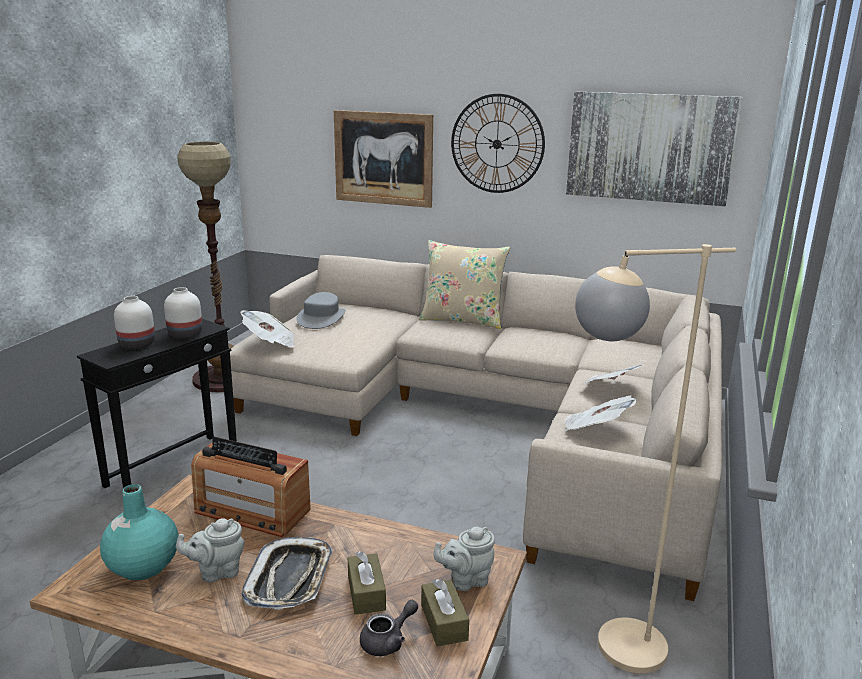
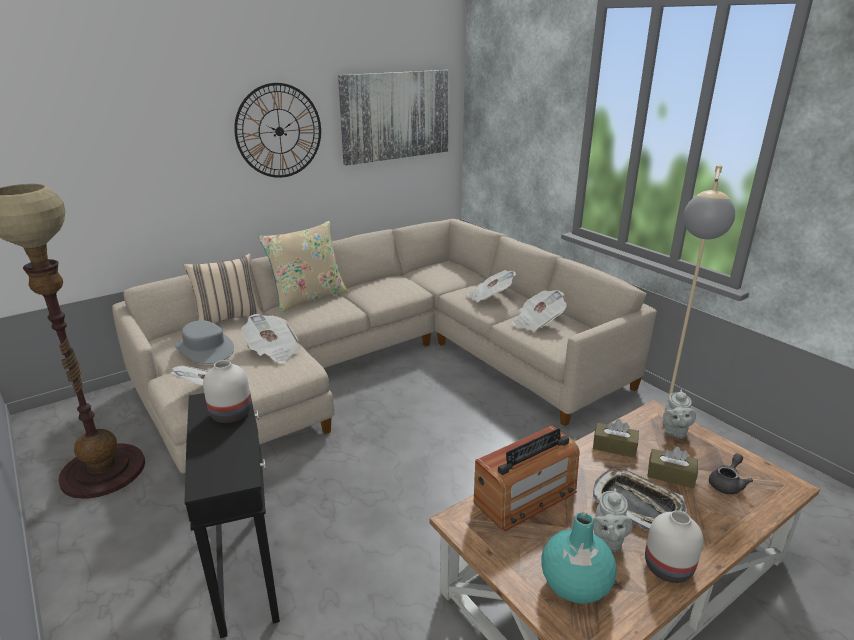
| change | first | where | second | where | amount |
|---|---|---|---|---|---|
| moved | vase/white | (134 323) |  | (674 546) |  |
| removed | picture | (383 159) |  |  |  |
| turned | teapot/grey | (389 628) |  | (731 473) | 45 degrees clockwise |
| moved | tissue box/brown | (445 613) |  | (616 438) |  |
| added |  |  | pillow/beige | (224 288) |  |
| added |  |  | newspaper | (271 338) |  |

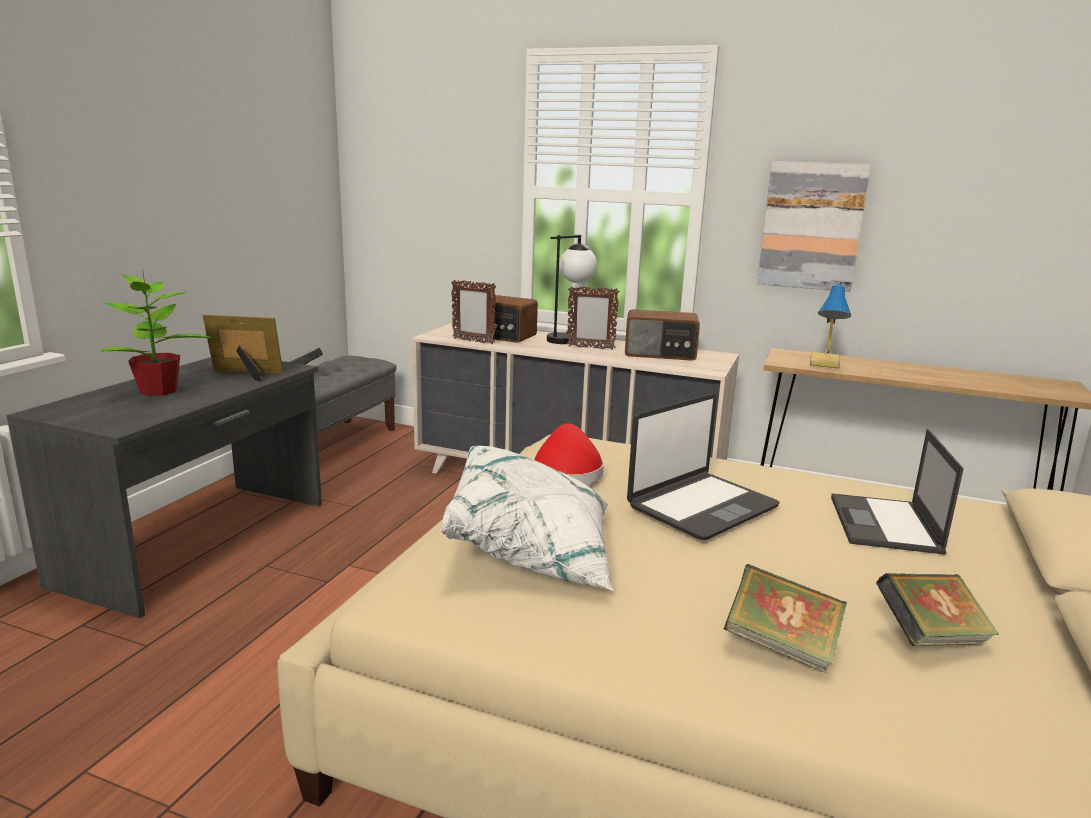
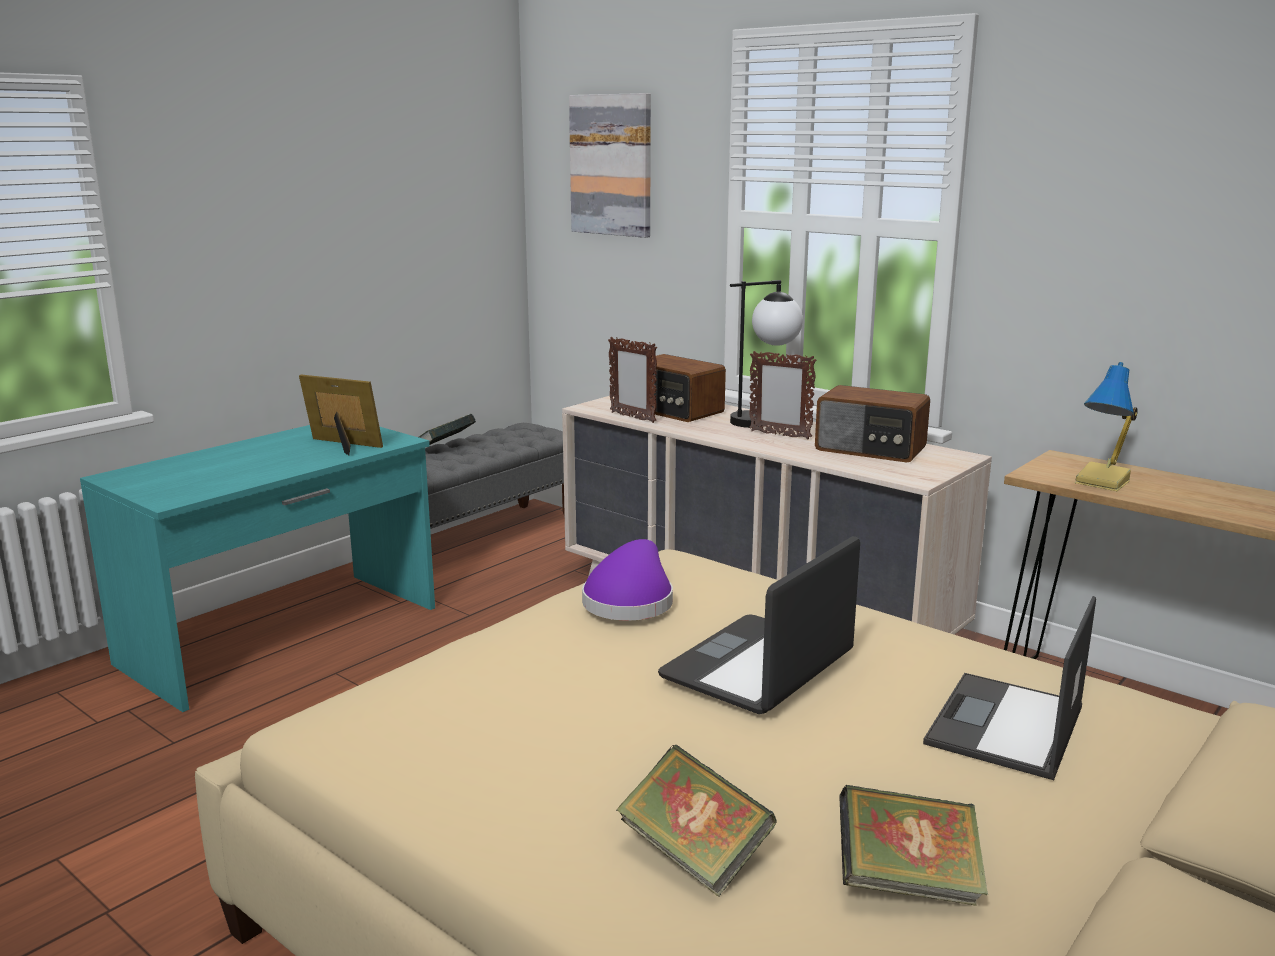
| change | first | where | second | where | amount |
|---|---|---|---|---|---|
| recoloured | desk/grey | (164 487) | desk/turquoise | (257 568) |  |
| removed | potted plant | (156 334) |  |  |  |
| removed | pillow/white | (526 518) |  |  |  |
| recoloured | hat/red | (568 453) | hat/purple | (627 580) |  |
| turned | laptop | (703 467) |  | (759 625) | 150 degrees clockwise |
| moved | picture | (814 226) |  | (610 165) |  |

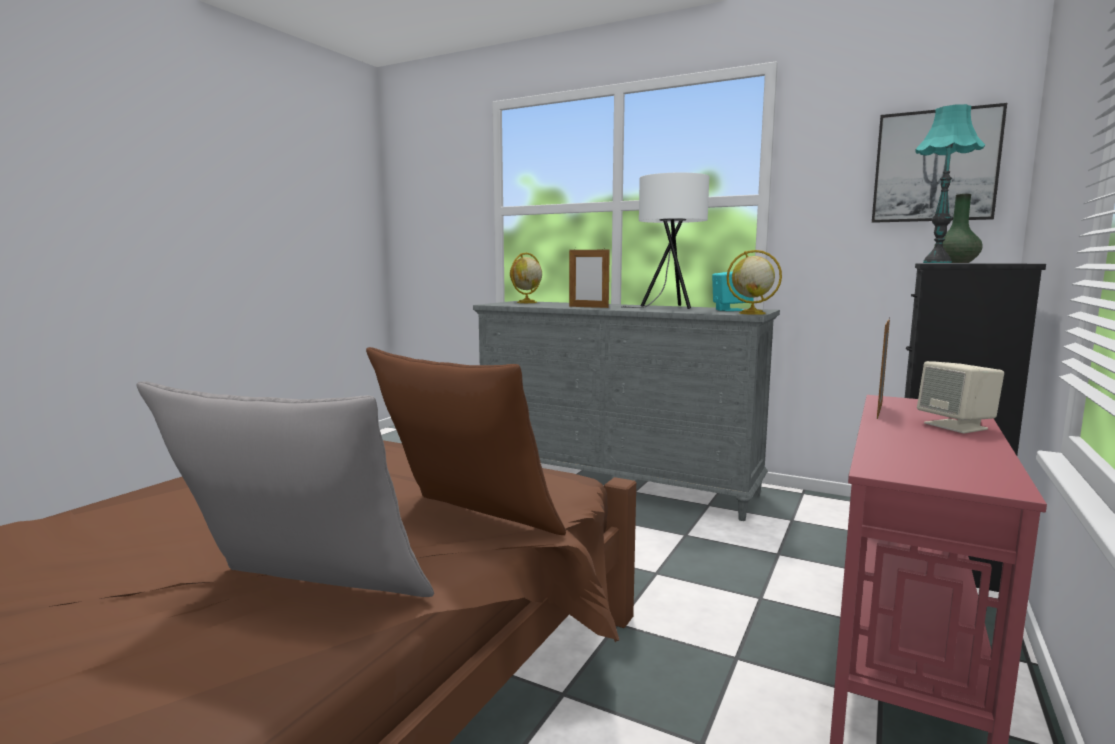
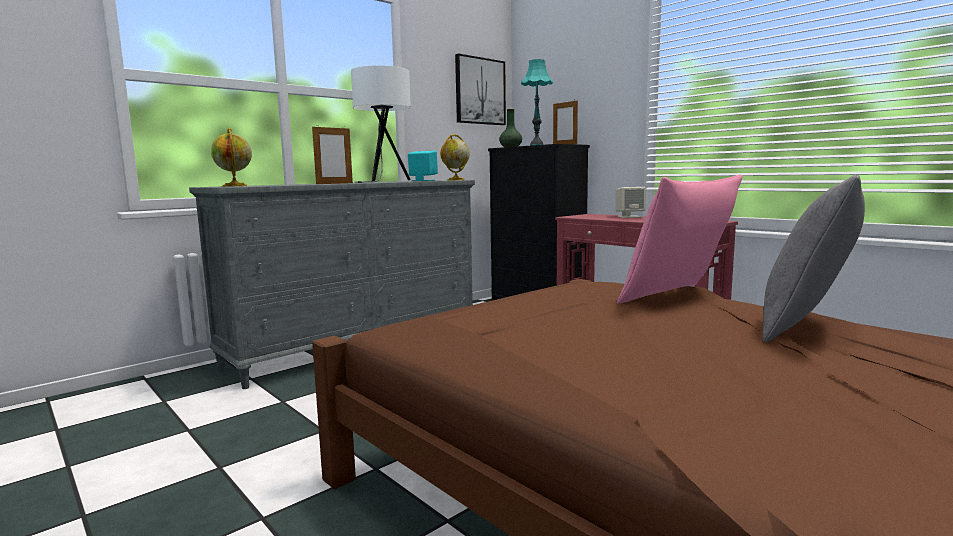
| change | first | where | second | where | amount |
|---|---|---|---|---|---|
| recoloured | pillow/brown | (466 441) | pillow/pink | (679 239) |  |
| moved | picture frame | (883 368) |  | (565 122) |  |

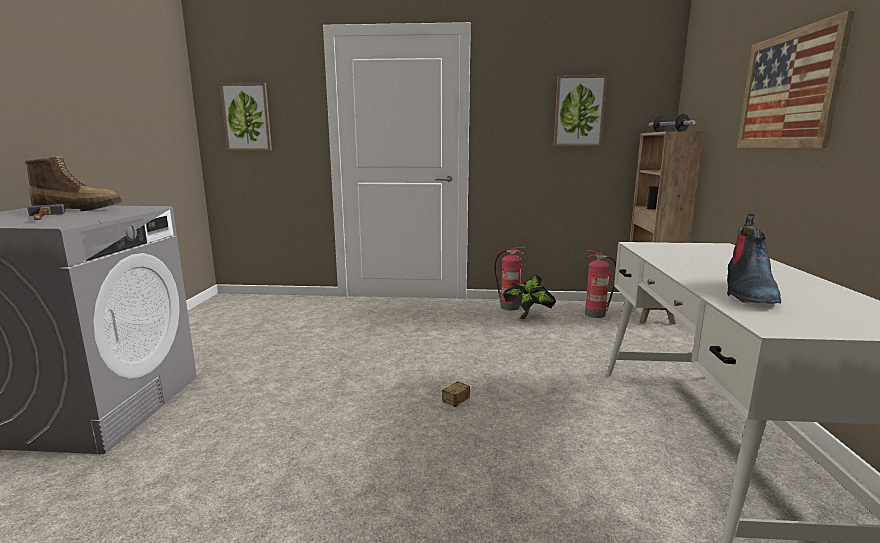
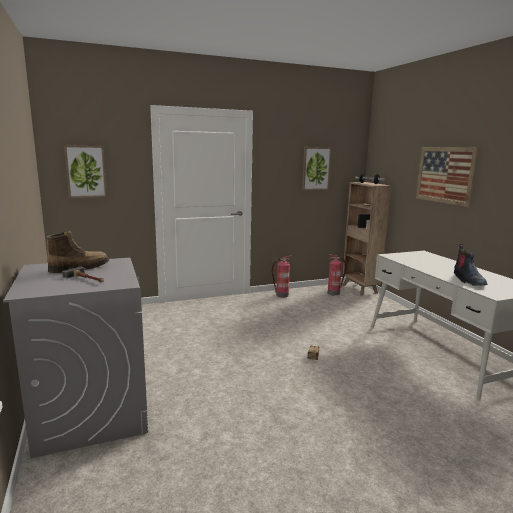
| change | first | where | second | where | amount |
|---|---|---|---|---|---|
| removed | potted plant | (529 297) |  |  |  |

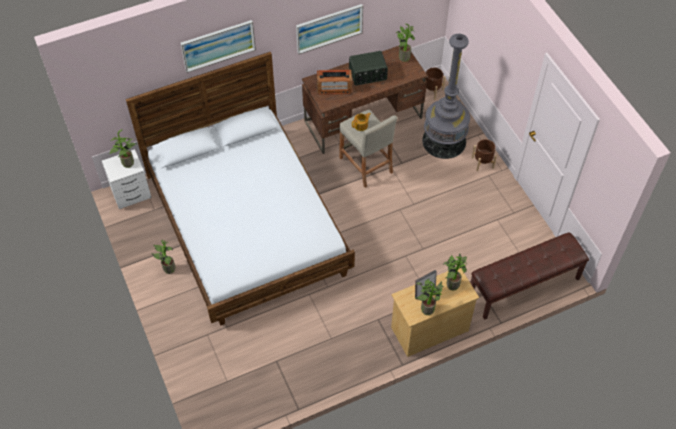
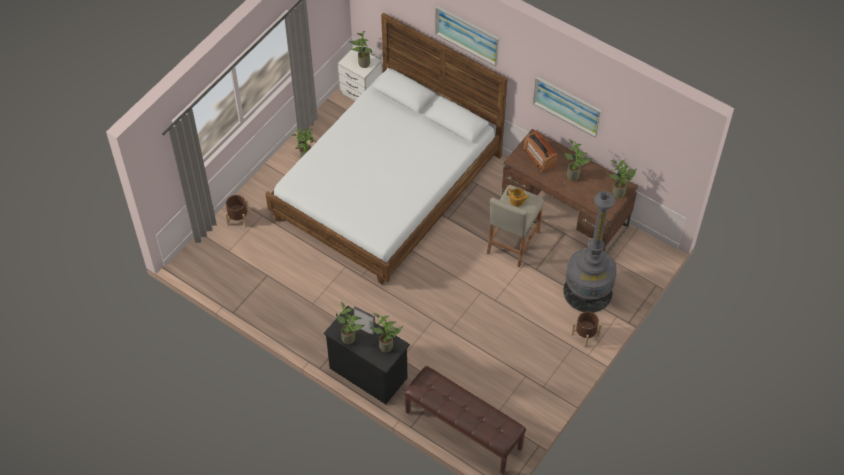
| change | first | where | second | where | amount |
|---|---|---|---|---|---|
| replaced | radio | (368 68) | potted plant | (578 160) |  |
| recoloured | dresser/beige | (435 312) | dresser/black | (367 355) |  |
| moved | planter/brown | (436 84) |  | (237 211) |  |

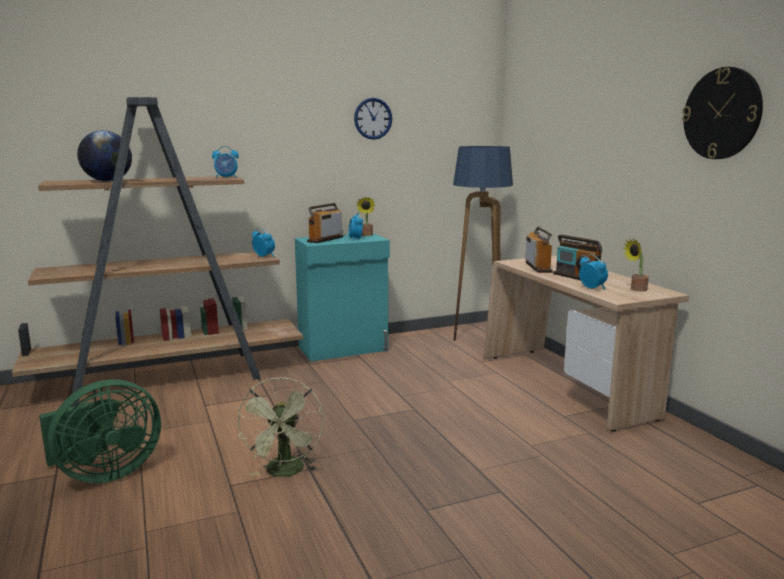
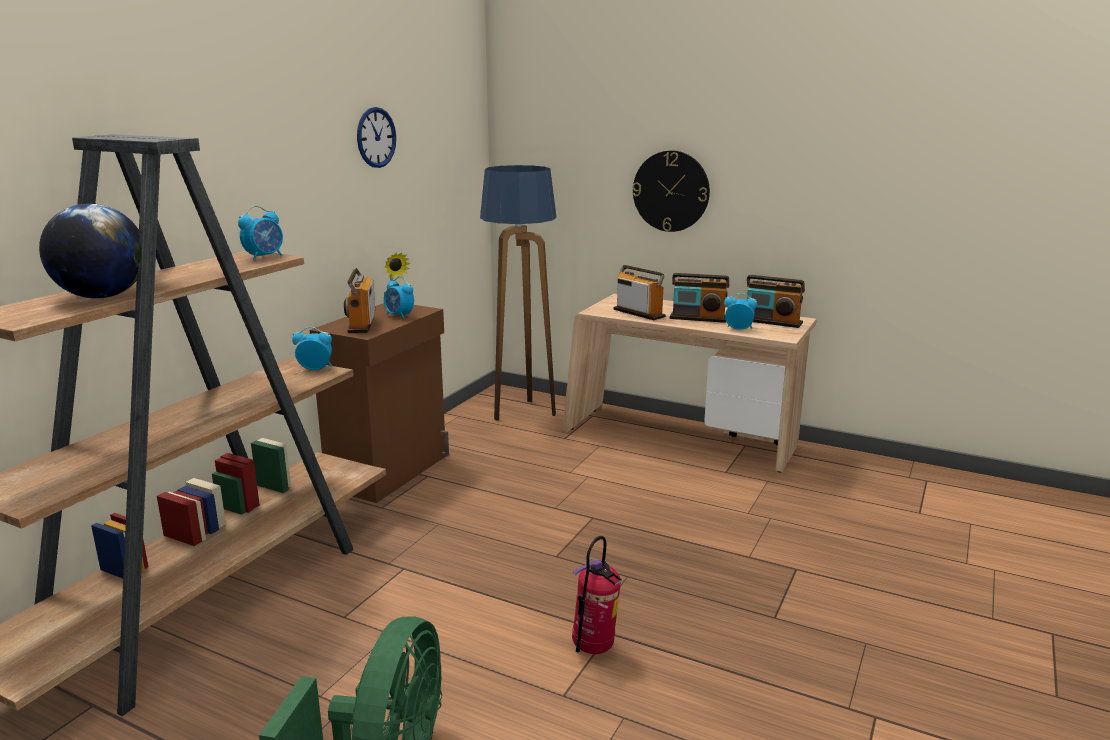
| change | first | where | second | where | amount |
|---|---|---|---|---|---|
| replaced | fan/green | (280 427) | fire extinguisher | (597 595) |  |
| recoloured | cabinet/turquoise | (342 297) | cabinet/brown | (379 403) |  |
| replaced | potted plant | (636 265) | radio | (776 301) |  |
| moved | wall clock | (722 113) |  | (671 191) |  |

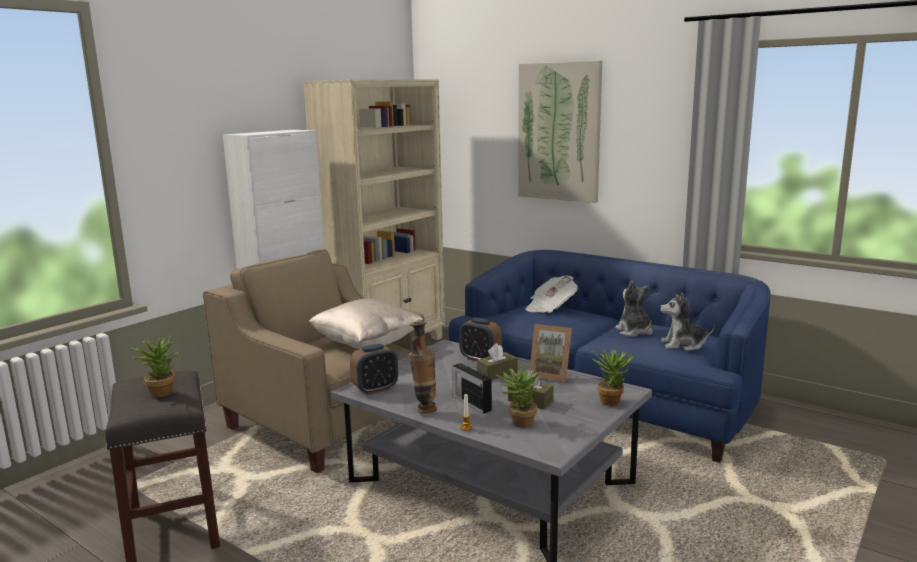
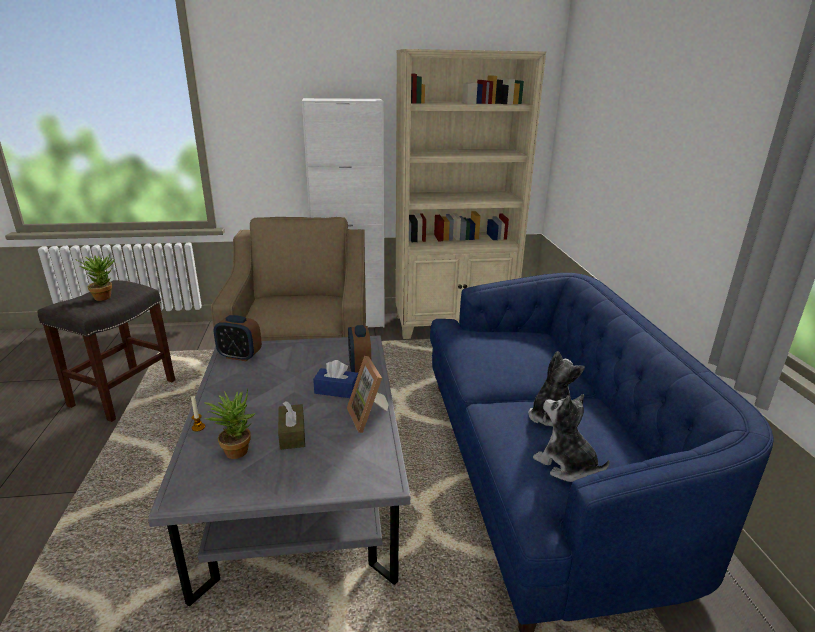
| change | first | where | second | where | amount |
|---|---|---|---|---|---|
| removed | pillow/beige | (366 324) |  |  |  |
| removed | vase | (422 368) |  |  |  |
| removed | radio | (472 388) |  |  |  |
| recoloured | tissue box/brown | (497 361) | tissue box/blue | (335 379) |  |
| removed | picture | (560 132) |  |  |  |
| removed | newspaper | (552 294) |  |  |  |
| removed | potted plant | (612 377) |  |  |  |

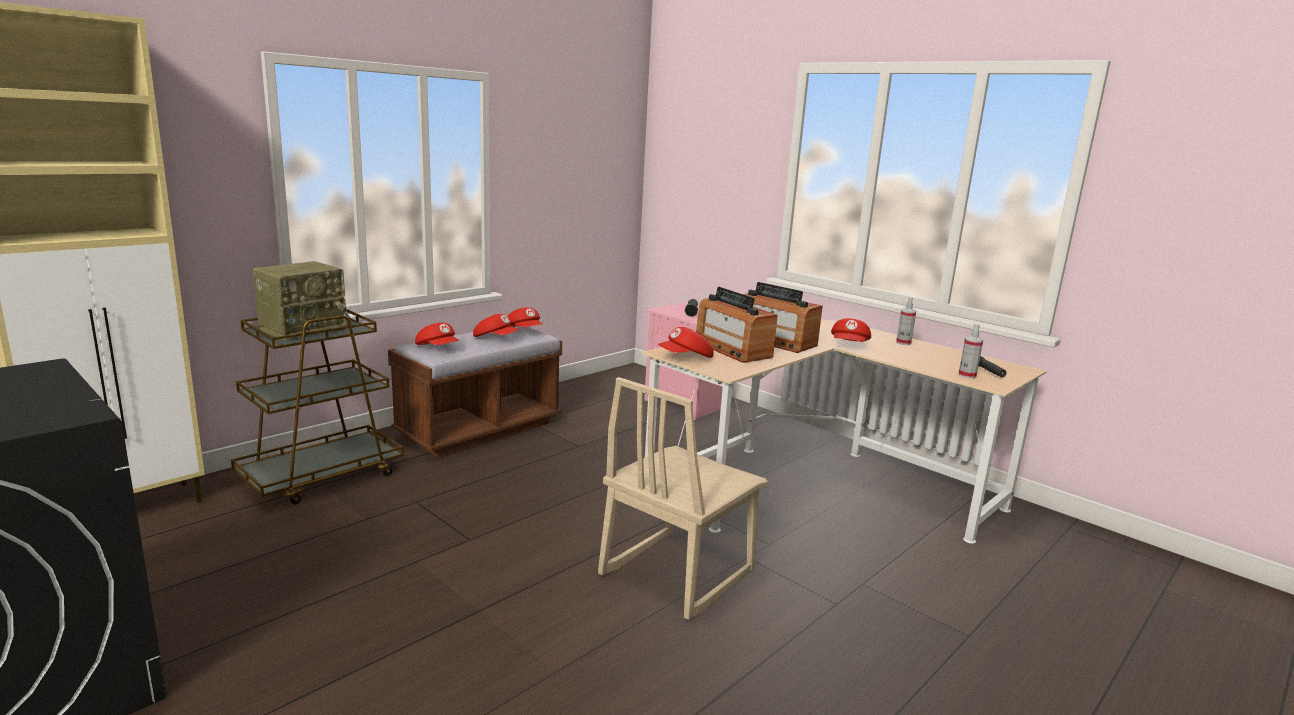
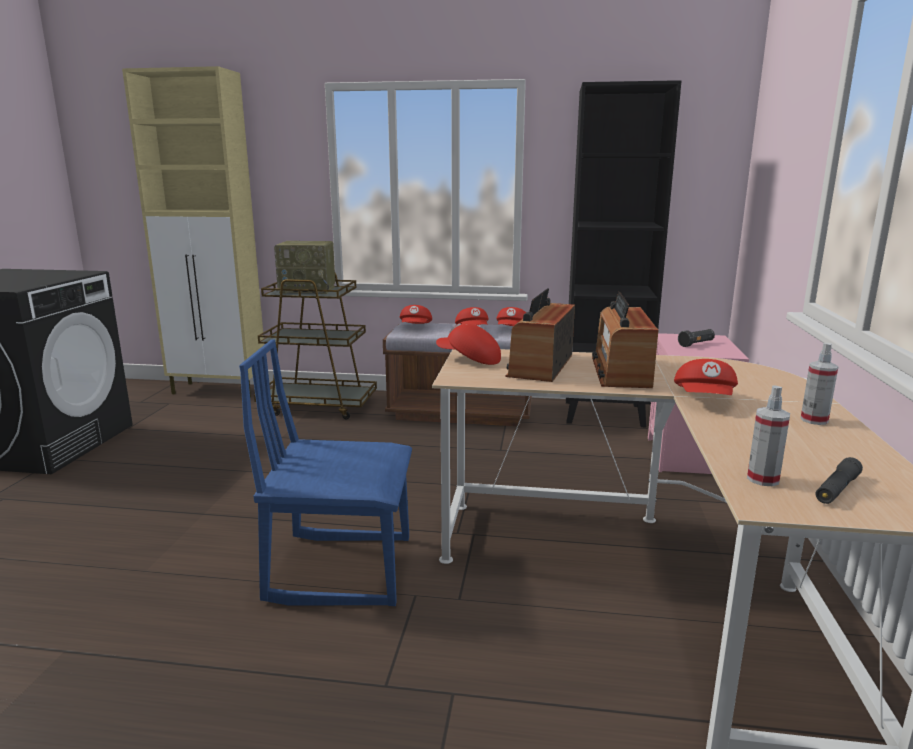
| change | first | where | second | where | amount |
|---|---|---|---|---|---|
| recoloured | chair/beige | (683 498) | chair/blue | (325 472) |  |
| turned | cap/red | (851 330) |  | (706 377) | 60 degrees counterclockwise |
| added |  |  | bookcase/black | (624 253) |  |

